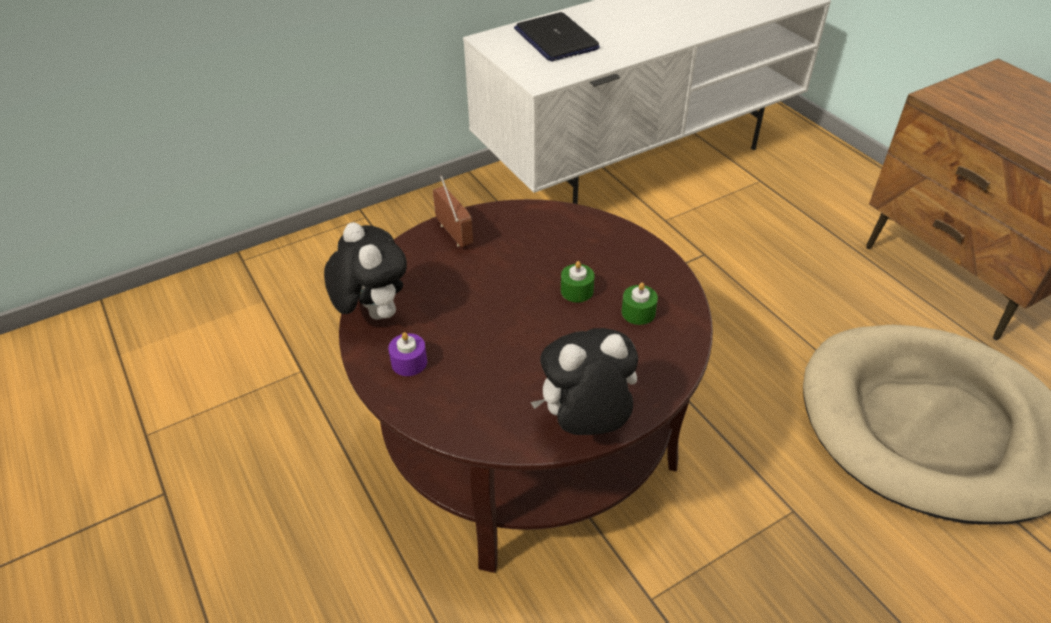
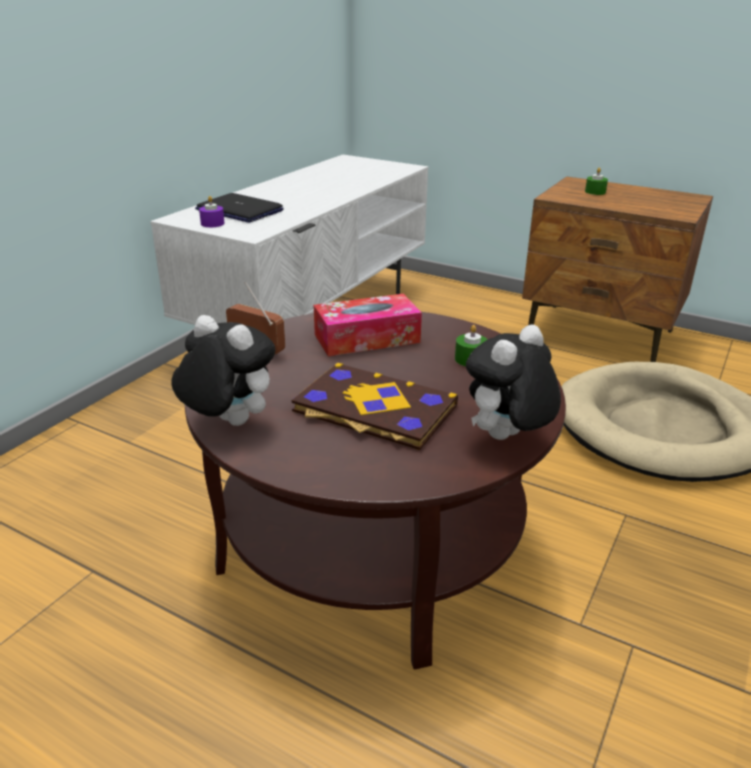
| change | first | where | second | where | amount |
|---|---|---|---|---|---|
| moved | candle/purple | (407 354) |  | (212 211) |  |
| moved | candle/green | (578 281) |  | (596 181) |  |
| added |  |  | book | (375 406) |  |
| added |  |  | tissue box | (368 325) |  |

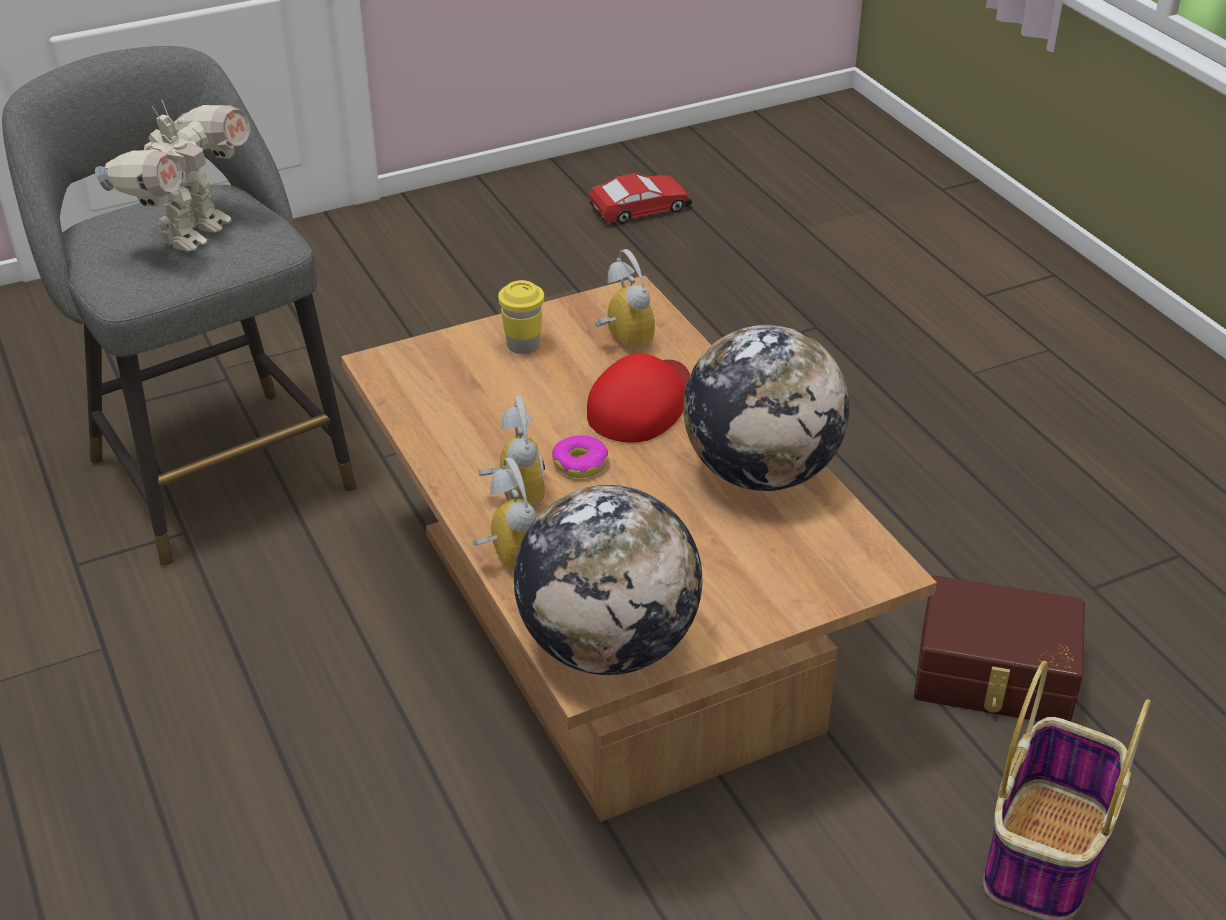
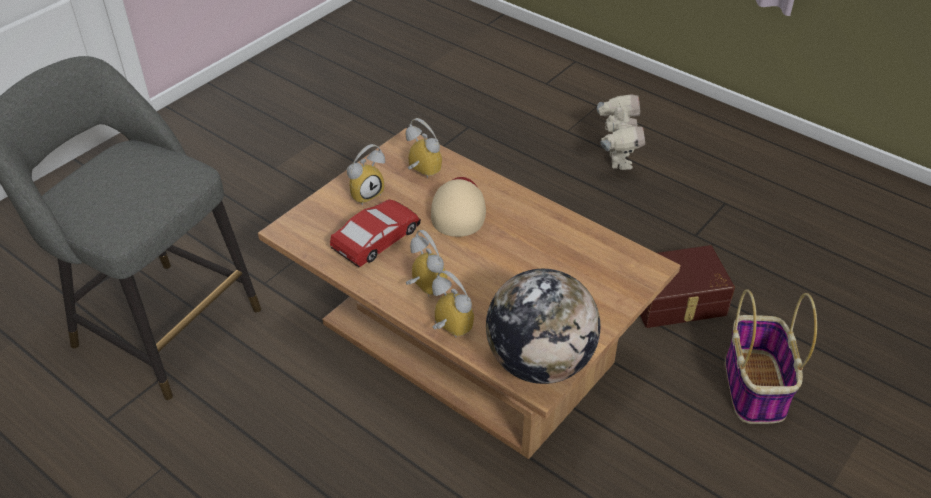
| change | first | where | second | where | amount |
|---|---|---|---|---|---|
| moved | toy robot | (172 176) |  | (621 132) |  |
| replaced | cup/yellow | (521 317) | alarm clock | (365 174) |  |
| removed | donut | (580 456) |  |  |  |
| recoloured | cap/red | (638 398) | cap/beige | (458 207) |  |
| moved | toy car | (640 198) |  | (375 233) |  |
| removed | globe | (766 408) |  |  |  |

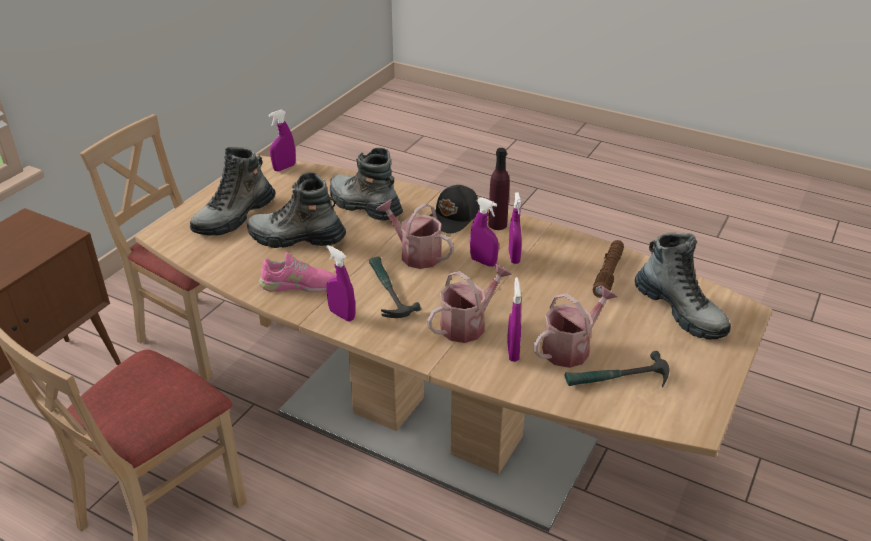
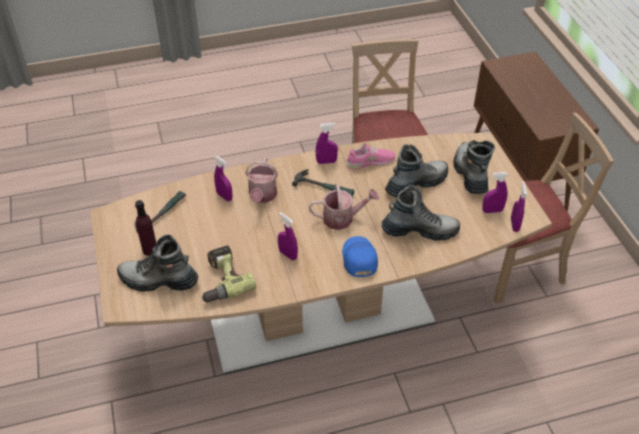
| change | first | where | second | where | amount |
|---|---|---|---|---|---|
| turned | shoe/pink | (297 272) |  | (370 156) | 150 degrees counterclockwise |
| recoloured | cap/black | (454 209) | cap/blue | (360 256) |  |
| moved | spray bottle/purple | (484 232) |  | (495 192) |  |
| moved | bottle/purple | (499 189) |  | (145 228) |  |
| removed | watering can | (575 327) |  |  |  |
| replaced | flashlight/brown | (608 269) | power drill | (229 274) |  |

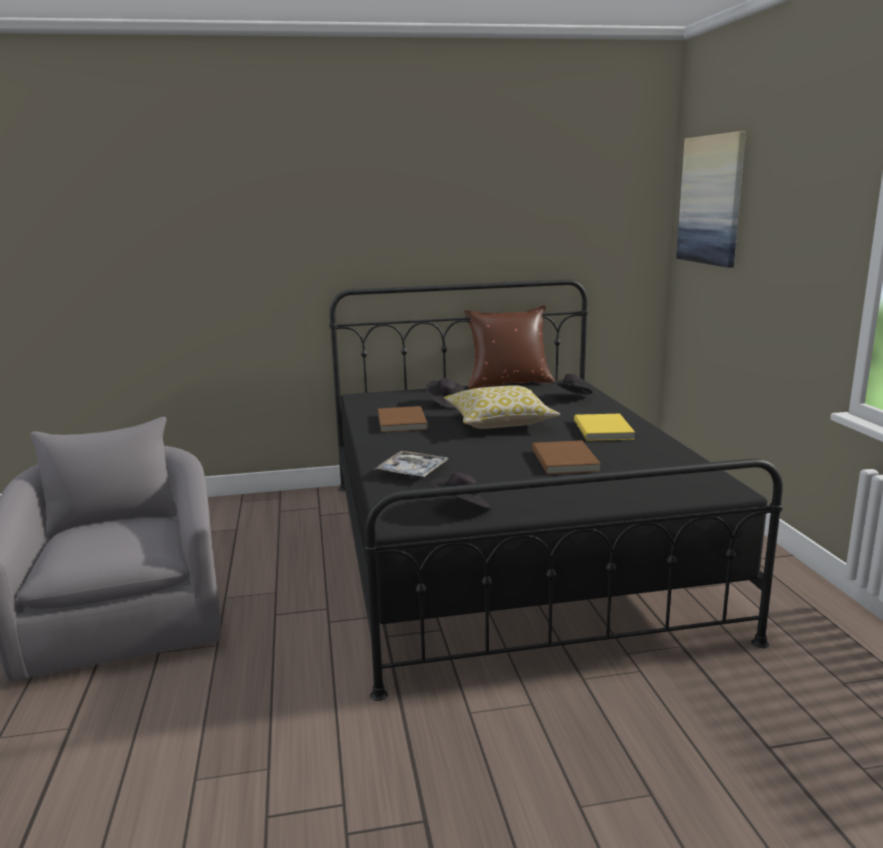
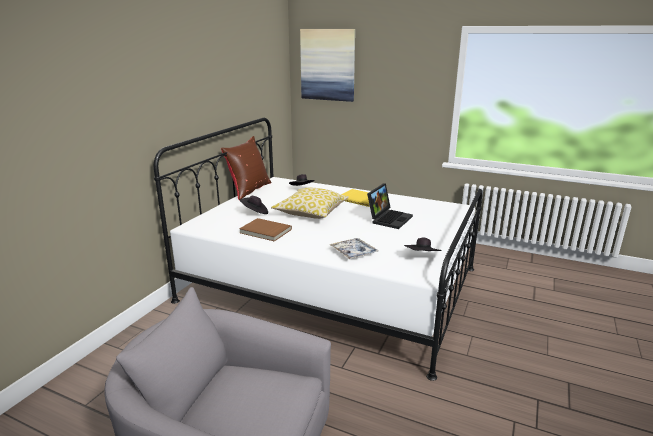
| change | first | where | second | where | amount |
|---|---|---|---|---|---|
| recoloured | bed/black | (556 490) | bed/white | (318 249) |  |
| replaced | book/brown | (566 457) | laptop | (390 206) |  |

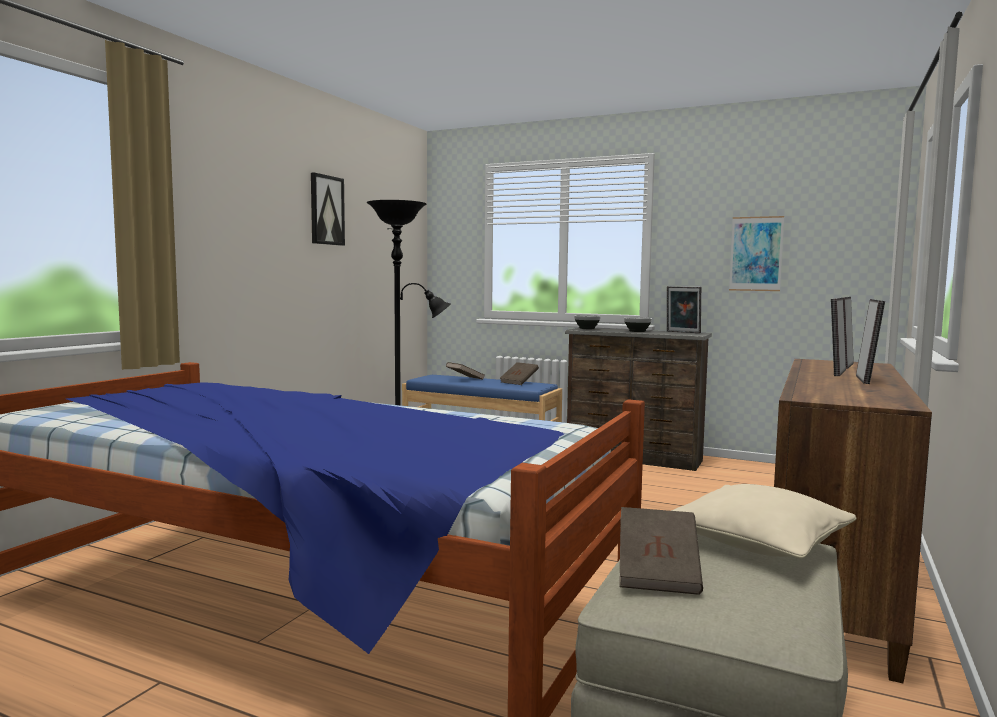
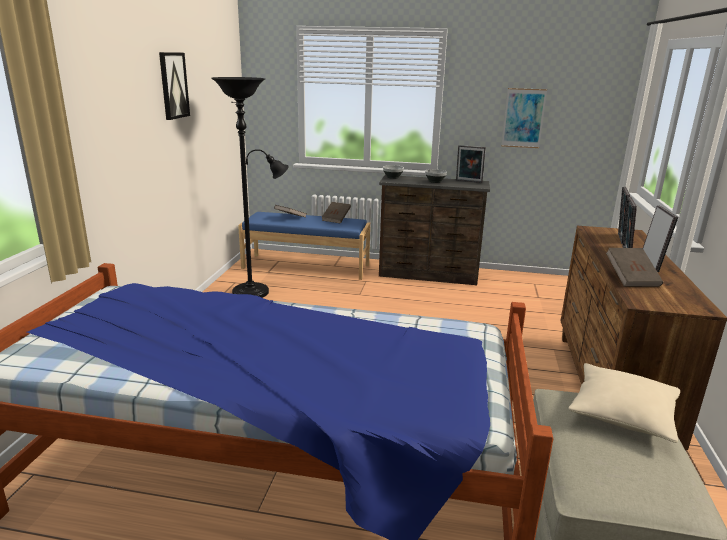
| change | first | where | second | where | amount |
|---|---|---|---|---|---|
| moved | book/brown | (661 551) |  | (634 267) |  |

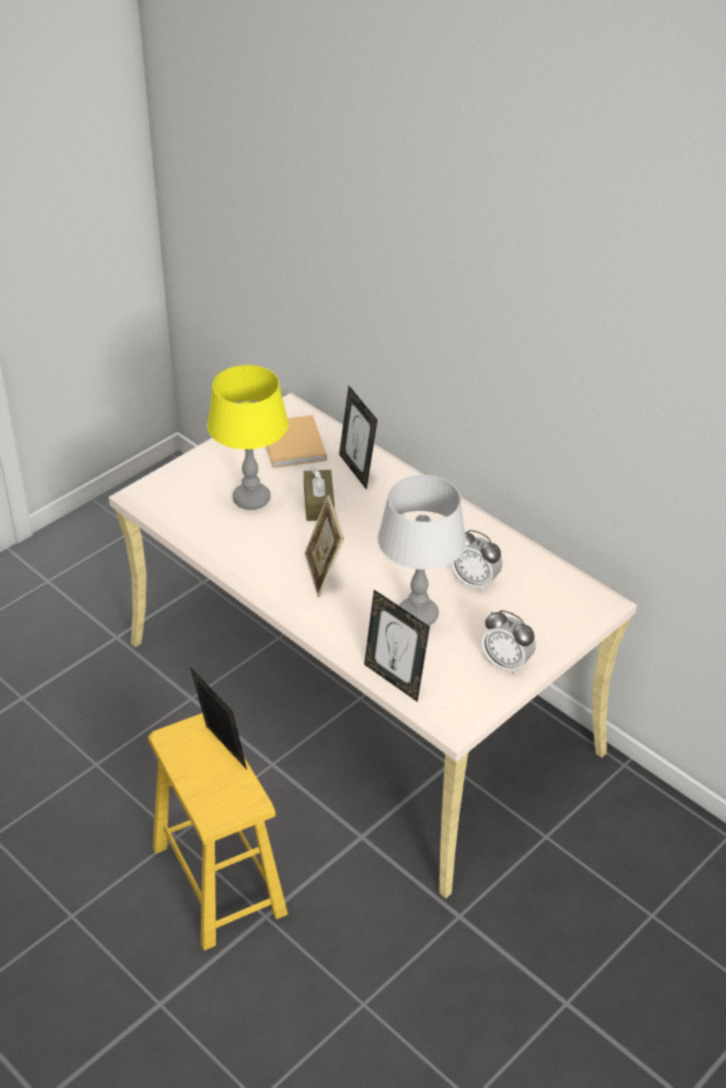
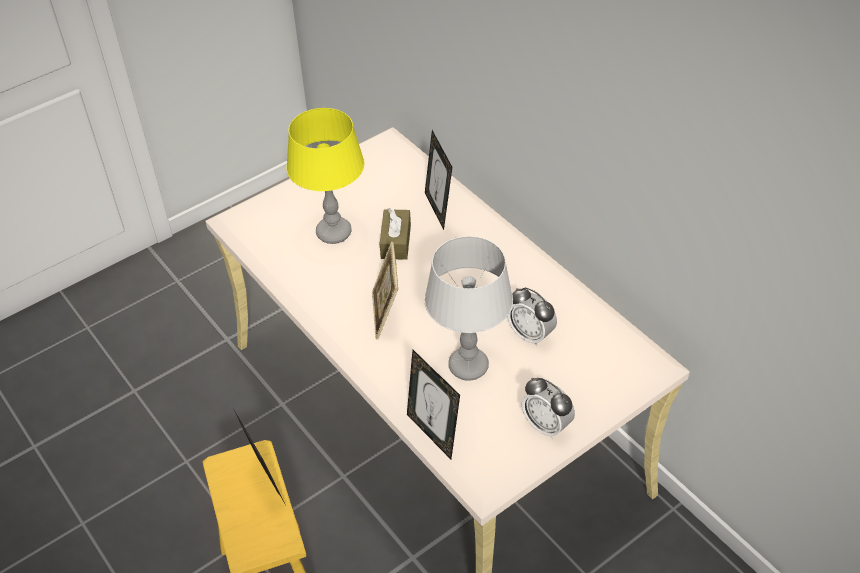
| change | first | where | second | where | amount |
|---|---|---|---|---|---|
| removed | book/beige | (296 441) |  |  |  |

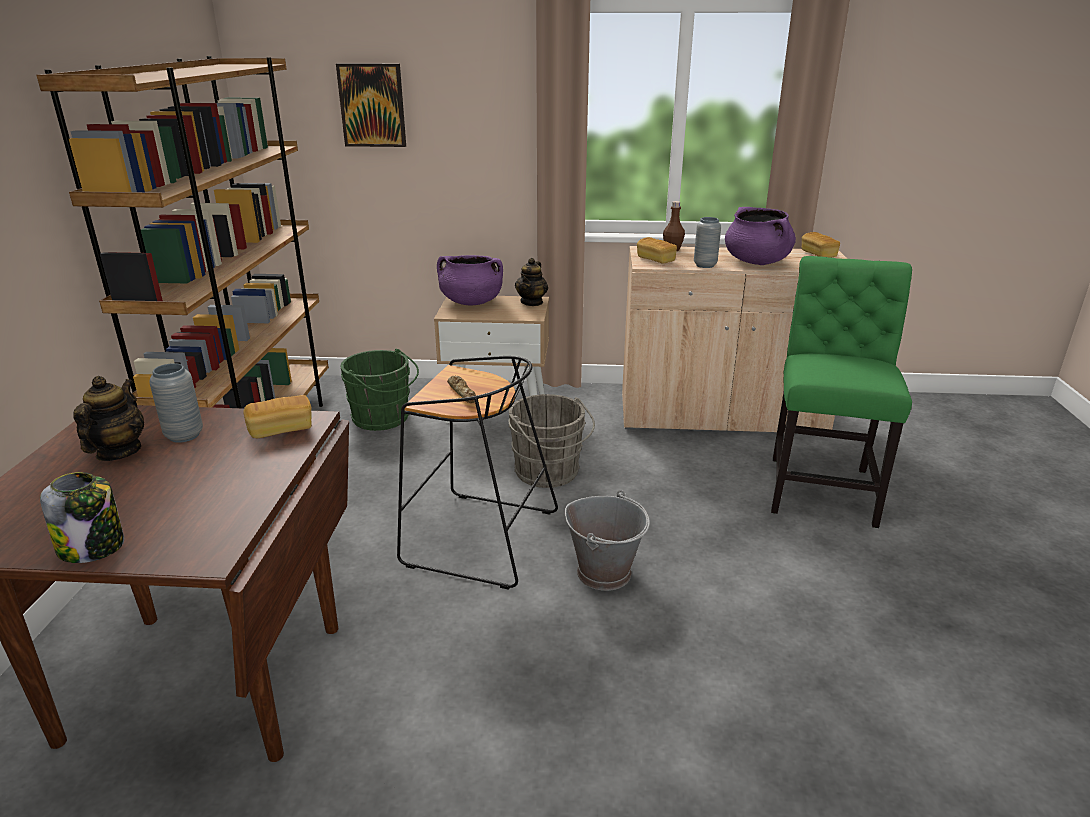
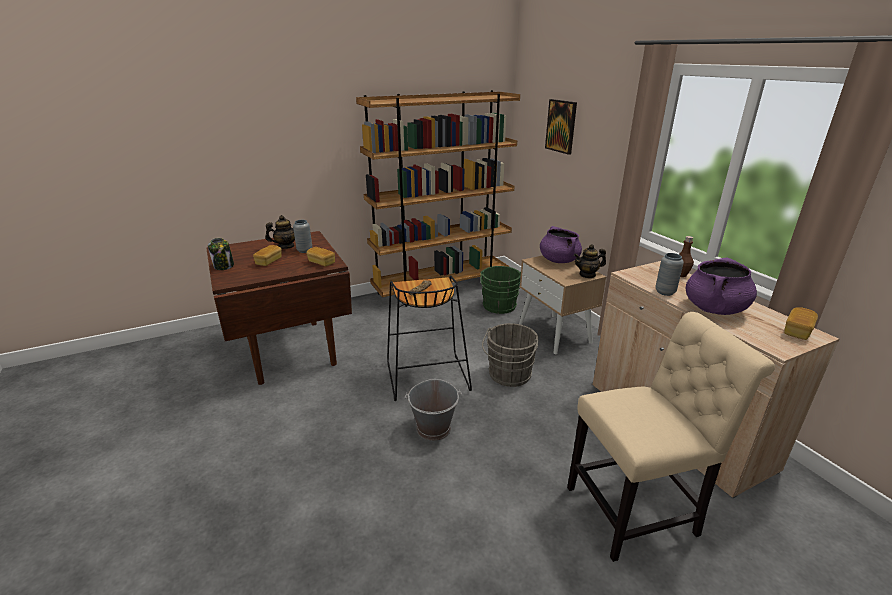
| change | first | where | second | where | amount |
|---|---|---|---|---|---|
| moved | bread | (657 250) |  | (267 255) |  |
| recoloured | chair/green | (841 392) | chair/beige | (671 437) |  |

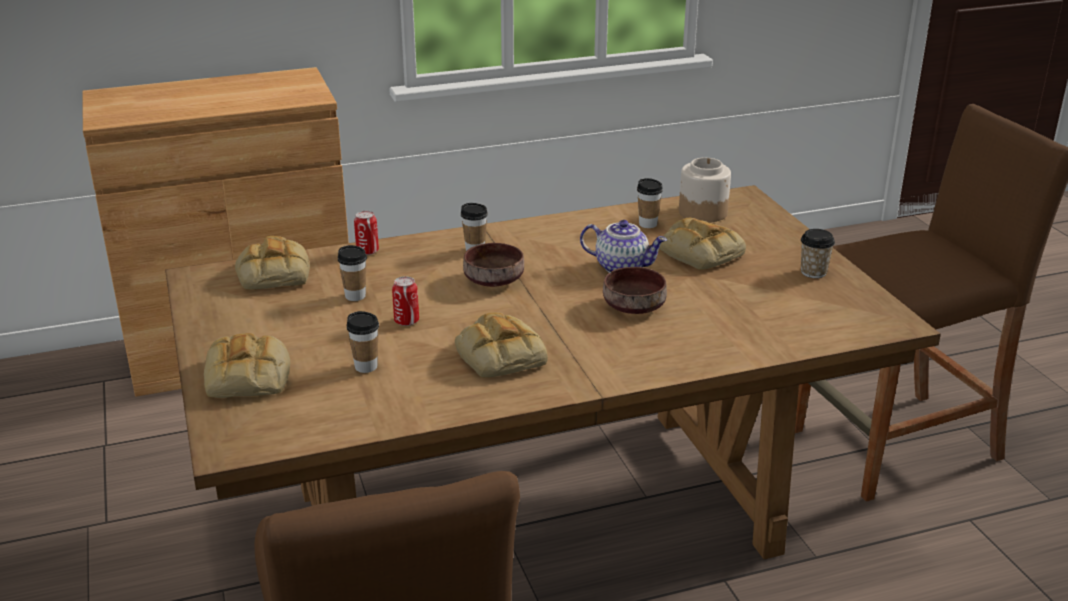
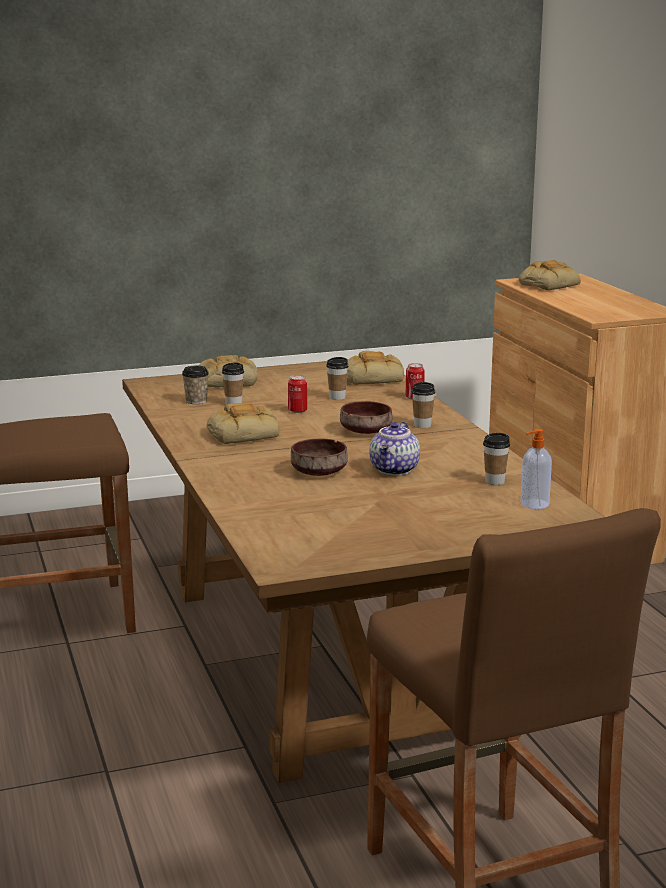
| change | first | where | second | where | amount |
|---|---|---|---|---|---|
| moved | bread | (702 244) |  | (550 275) |  |
| replaced | jar | (705 190) | soap dispenser | (536 469) |  |
| moved | cup | (818 253) |  | (195 385) |  |

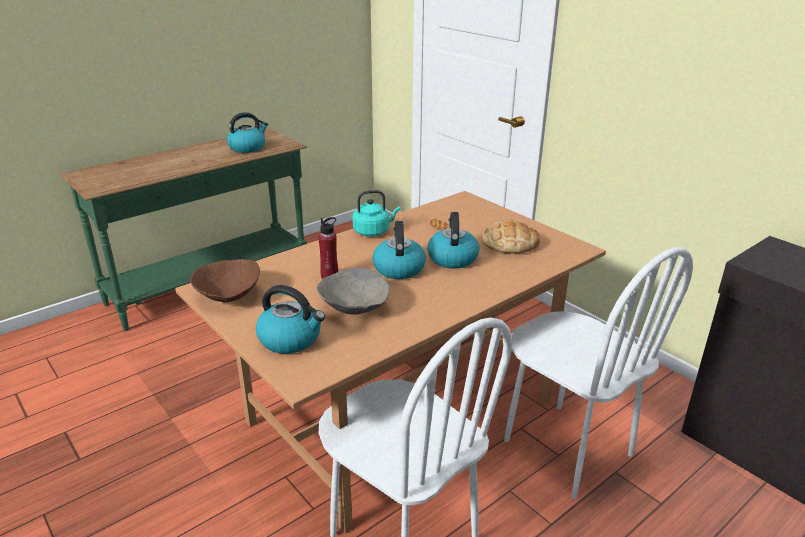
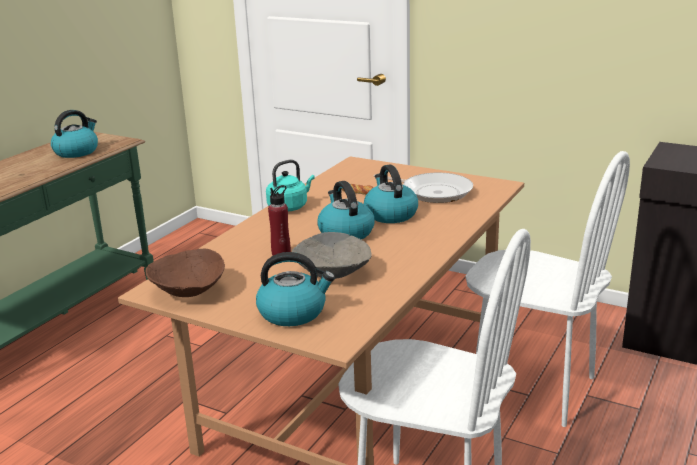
| change | first | where | second | where | amount |
|---|---|---|---|---|---|
| replaced | bread | (511 236) | frying pan | (423 188) |  |

